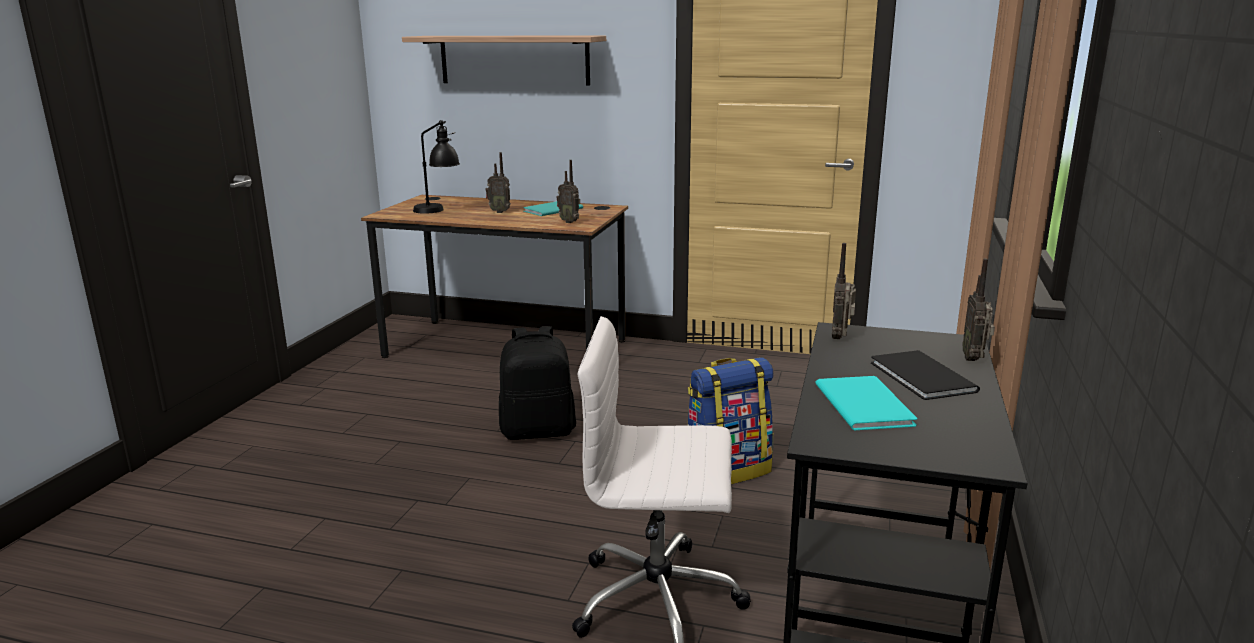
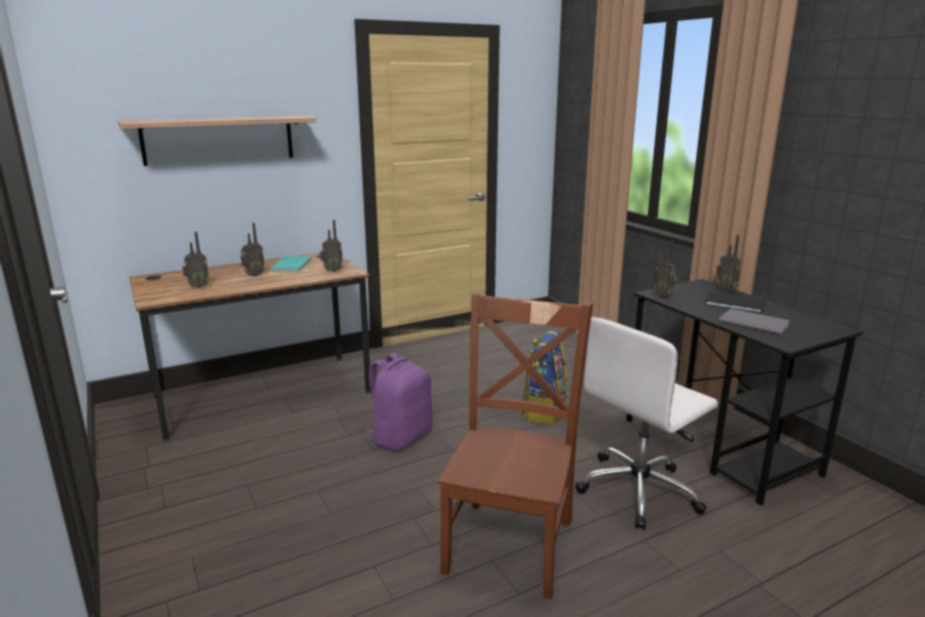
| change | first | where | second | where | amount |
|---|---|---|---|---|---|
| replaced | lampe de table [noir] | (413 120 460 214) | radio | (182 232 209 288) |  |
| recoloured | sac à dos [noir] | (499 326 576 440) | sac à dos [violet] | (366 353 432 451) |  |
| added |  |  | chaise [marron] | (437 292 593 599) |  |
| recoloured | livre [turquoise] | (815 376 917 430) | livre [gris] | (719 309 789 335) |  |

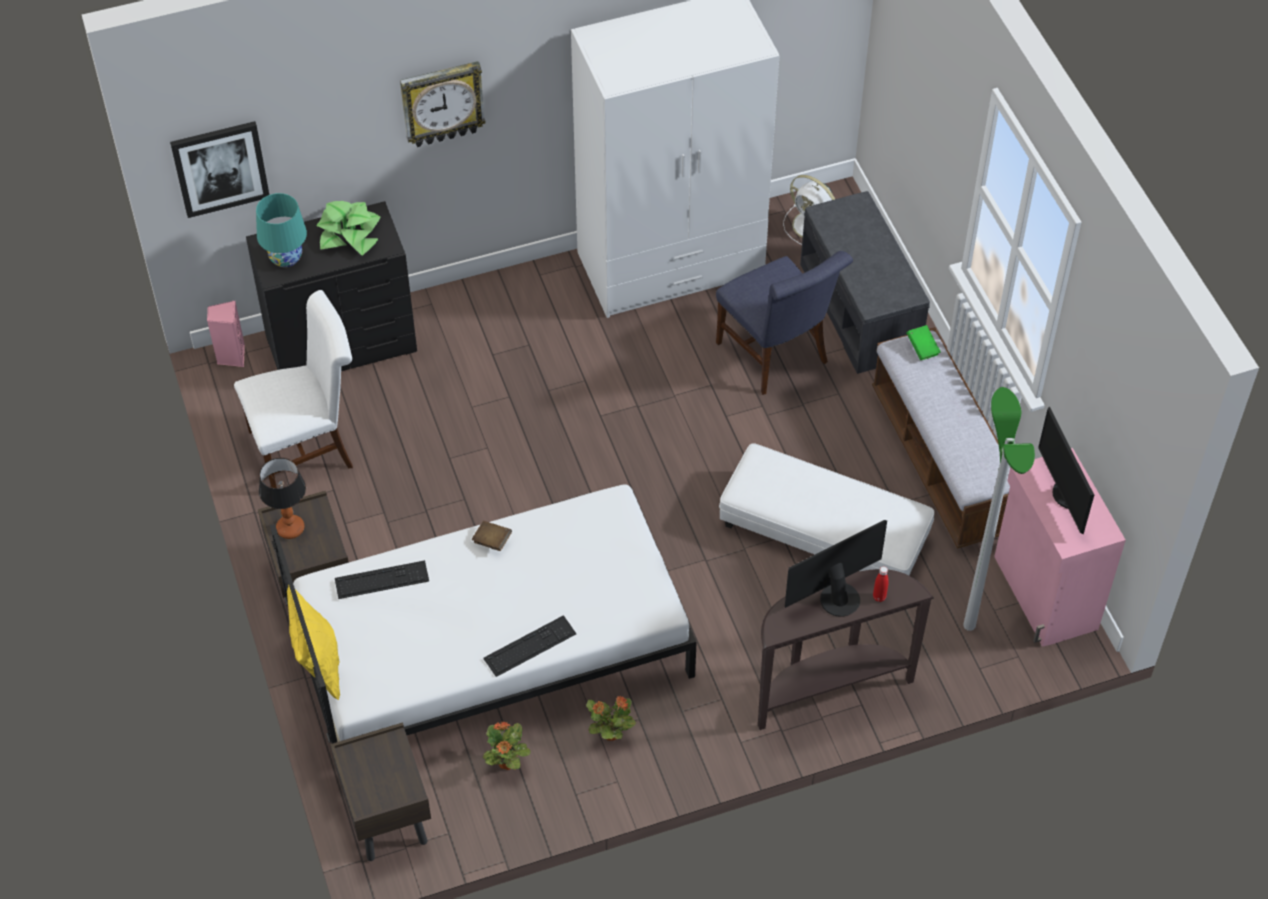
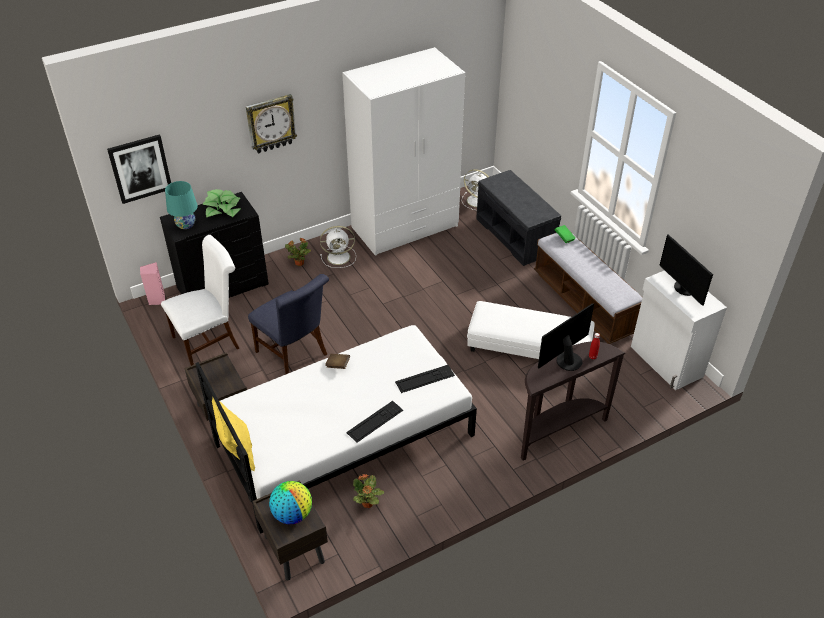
| change | first | where | second | where | amount |
|---|---|---|---|---|---|
| moved | chaise [bleu] | (716 251 853 395) |  | (248 274 329 375) |  |
| added |  |  | globe | (269 481 312 524) |  |
| moved | plante en pot | (586 696 636 741) |  | (285 238 311 266) |  |
| added |  |  | ventilateur [blanc] | (320 226 356 268) |  |
| moved | clavier | (335 560 429 599) |  | (395 365 455 393) |  |
| recoloured | meuble de rangement [rose] | (994 448 1126 647) | meuble de rangement [blanc] | (631 270 727 390) |  |
| removed | lampe de table | (259 458 306 539) |  |  |  |
| removed | lampadaire | (963 387 1035 631) |  |  |  |

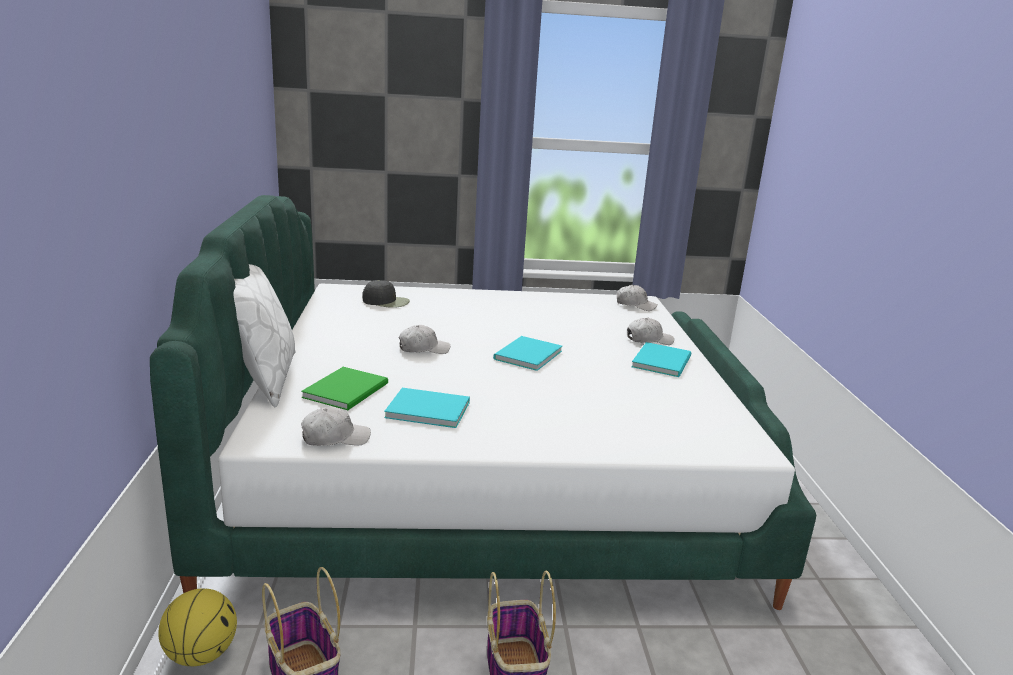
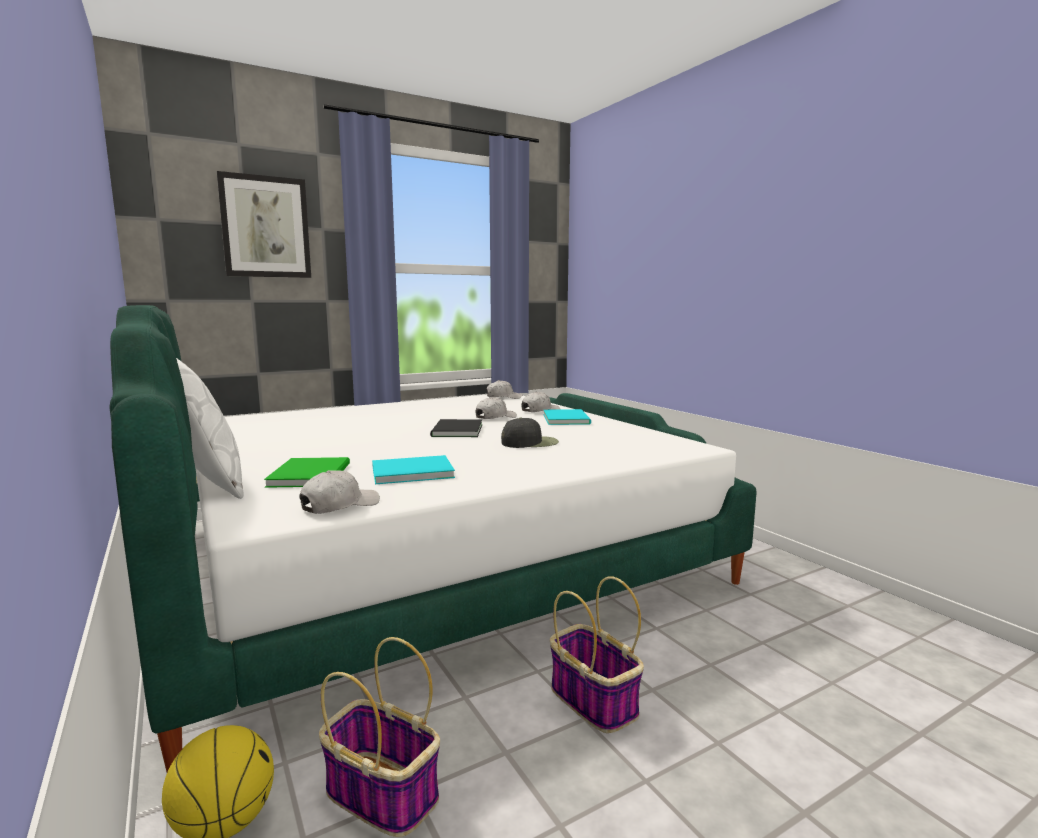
| change | first | where | second | where | amount |
|---|---|---|---|---|---|
| added |  |  | tableau | (217 171 311 278) |  |
| recoloured | livre [turquoise] | (493 336 562 371) | livre [noir] | (430 419 482 437) |  |
| moved | casquette [blanc] | (399 325 450 354) |  | (475 397 517 419) |  |
| moved | casquette [noir] | (362 280 410 308) |  | (501 418 559 448) |  |

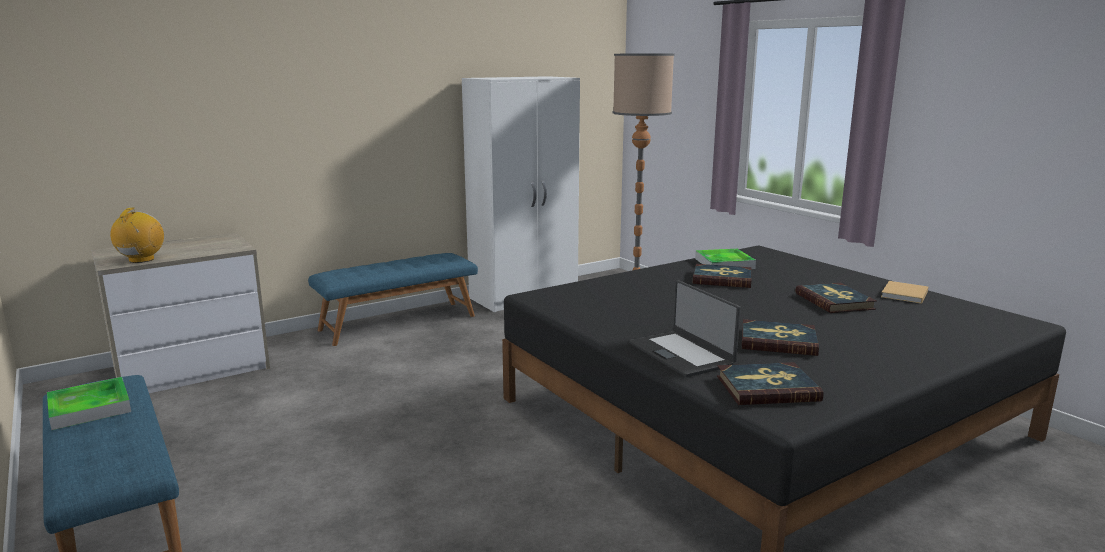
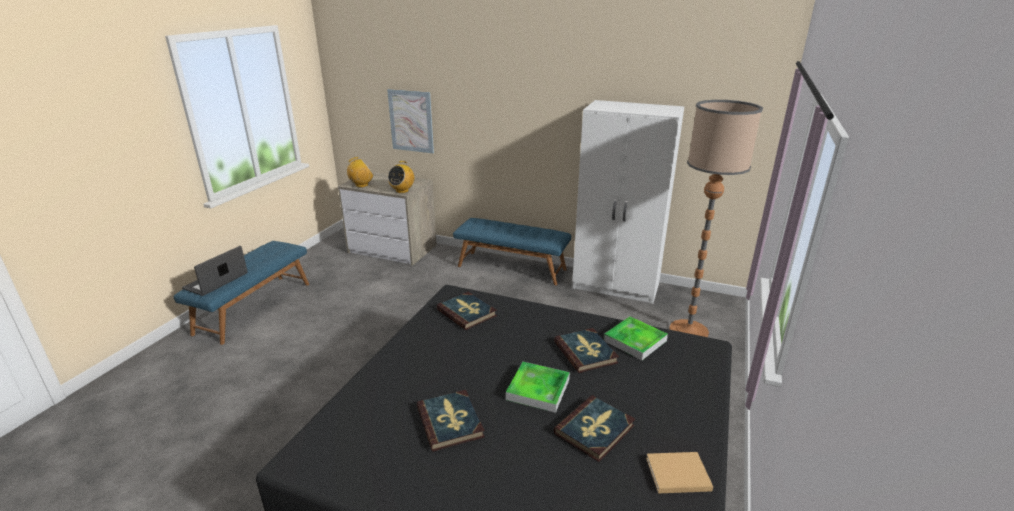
| change | first | where | second | where | amount |
|---|---|---|---|---|---|
| moved | ordinateur portable | (629 280 741 377) |  | (182 246 248 296) |  |
| added |  |  | tableau | (387 89 434 153) |  |
| added |  |  | radio | (388 161 414 193) |  |
| moved | livre | (717 362 823 405) |  | (437 292 497 330) |  |
| moved | plateau | (47 377 131 430) |  | (506 362 570 413) |  |

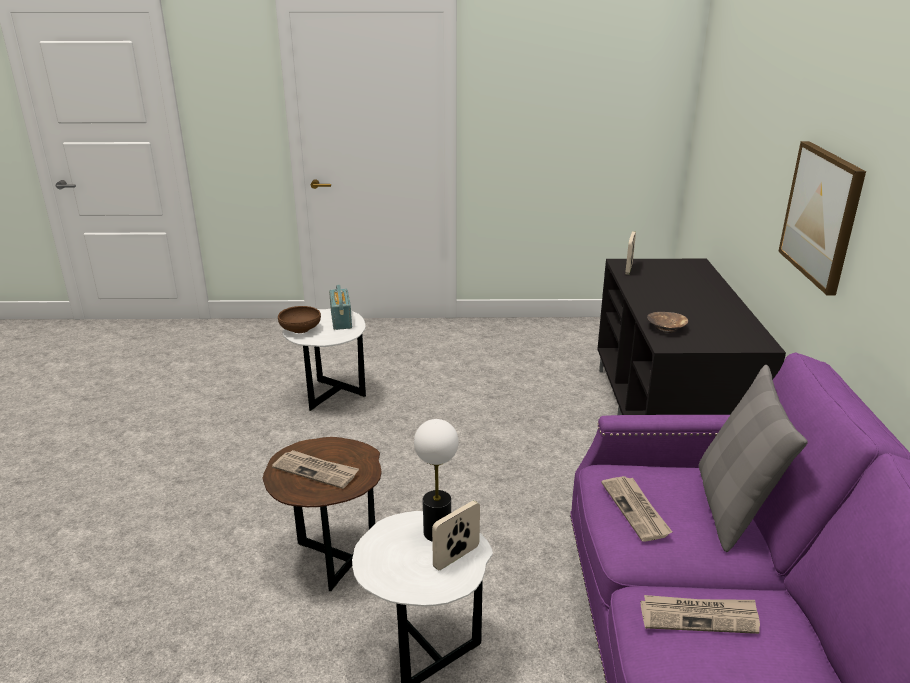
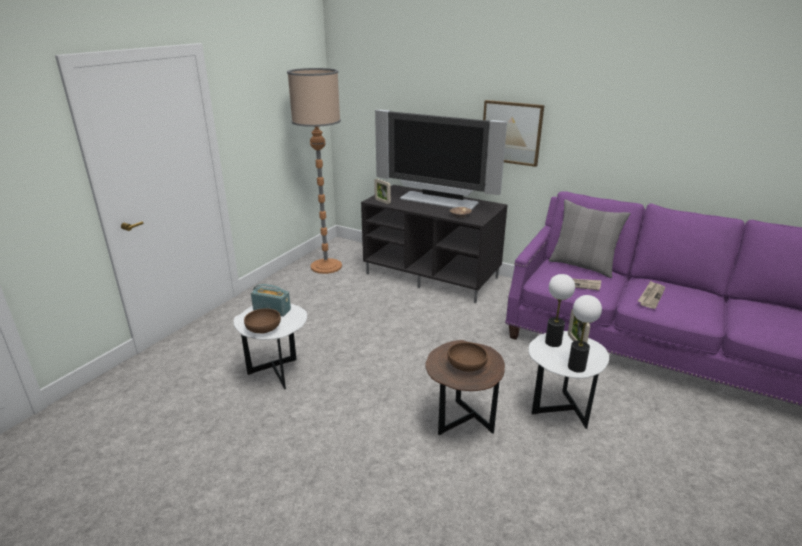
| change | first | where | second | where | amount |
|---|---|---|---|---|---|
| added |  |  | lampadaire | (287 68 342 274) |  |
| added |  |  | téléviseur | (375 110 507 210) |  |
| replaced | journal | (272 450 359 489) | bol [marron] | (448 342 488 372) |  |
| added |  |  | lampe de table | (568 295 602 373) |  |

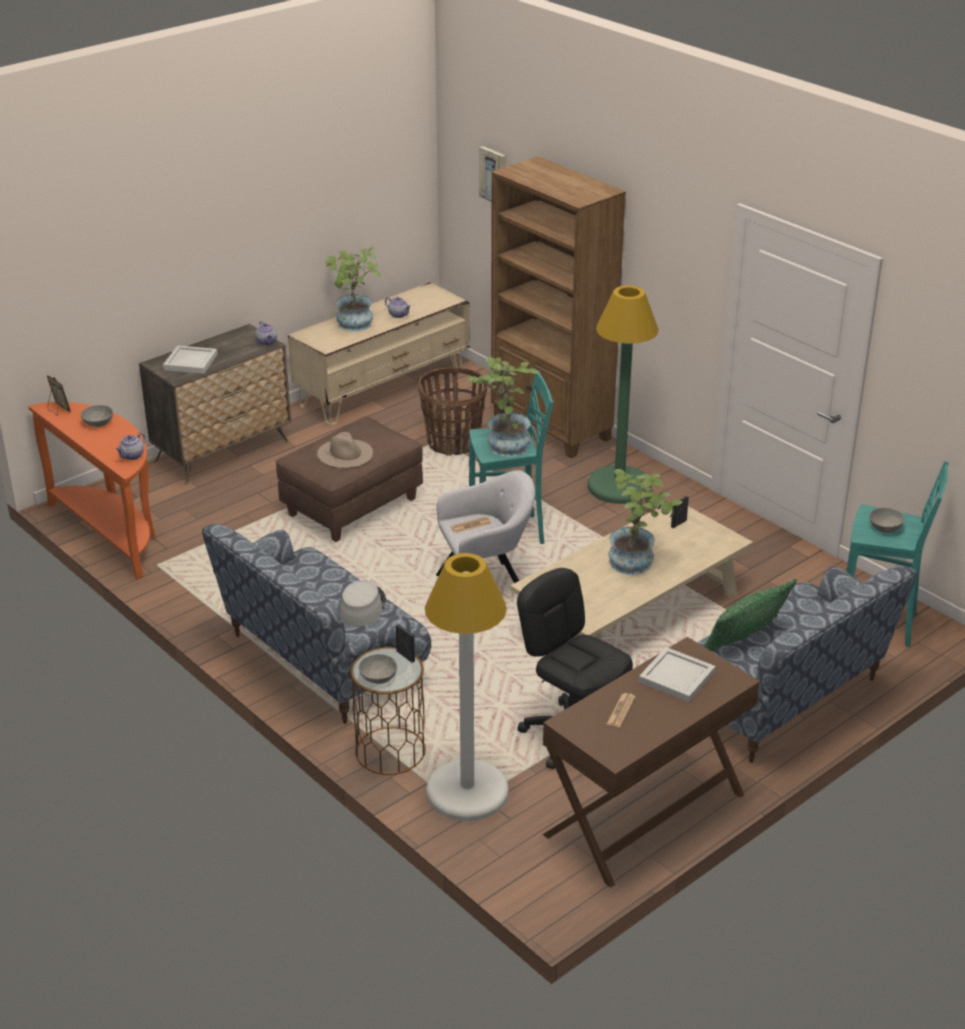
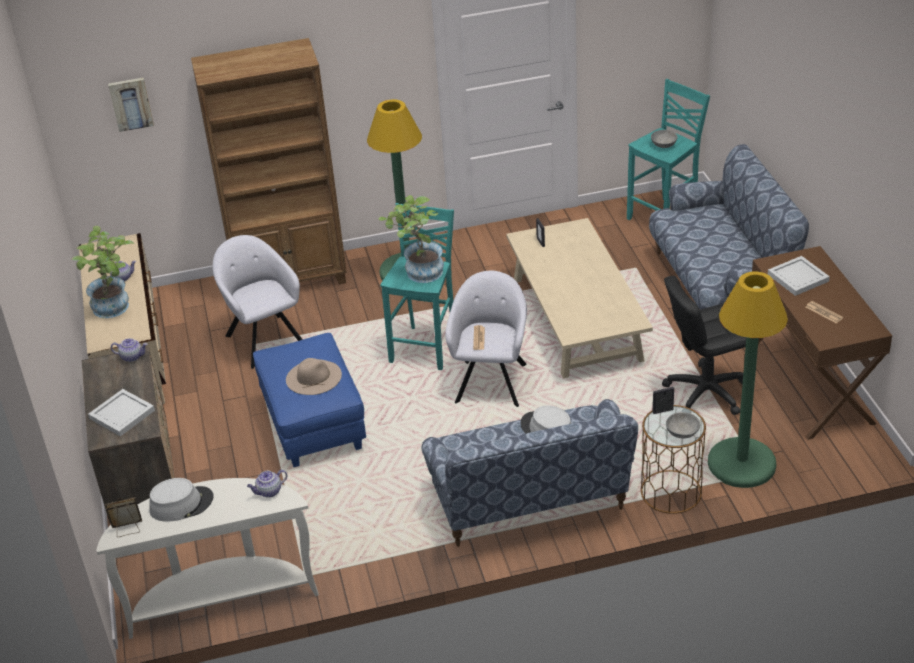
| change | first | where | second | where | amount |
|---|---|---|---|---|---|
| recoloured | table console [orange] | (28 402 156 579) | table console [blanc] | (97 478 319 639) |  |
| replaced | bol [gris] | (81 405 113 427) | chapeau [gris] | (149 478 214 522) |  |
| replaced | panier | (418 368 487 456) | fauteuil [gris] | (213 235 303 369) |  |
| turned | théière | (116 433 146 460) |  | (247 470 288 498) | 90 degrees clockwise |
| recoloured | pouf [marron] | (276 417 423 542) | pouf [bleu] | (253 333 366 467) |  |
| recoloured | lampadaire [blanc] | (425 553 509 821) | lampadaire [vert] | (708 271 788 488) |  |
| removed | plante en pot | (608 469 683 575) |  |  |  |
| removed | coussin [vert] | (704 579 797 651) |  |  |  |

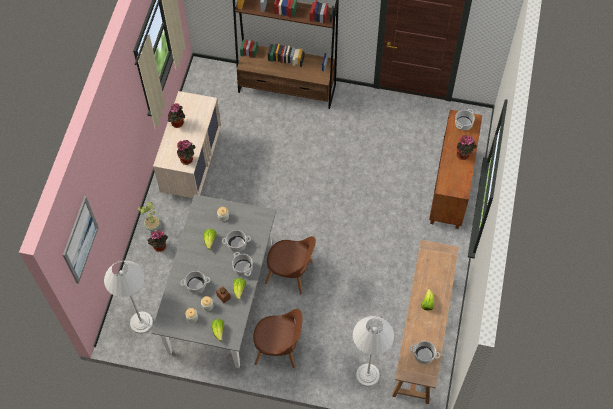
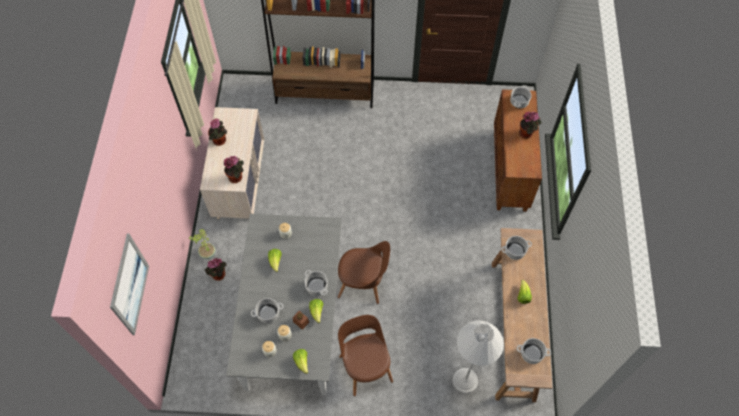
| change | first | where | second | where | amount |
|---|---|---|---|---|---|
| turned | chaise [marron] | (253 309 303 368) |  | (338 315 393 396) | 105 degrees counterclockwise |
| moved | marmite | (222 230 251 252) |  | (501 236 532 260) |  |
| removed | lampadaire [blanc] | (104 261 153 333) |  |  |  |

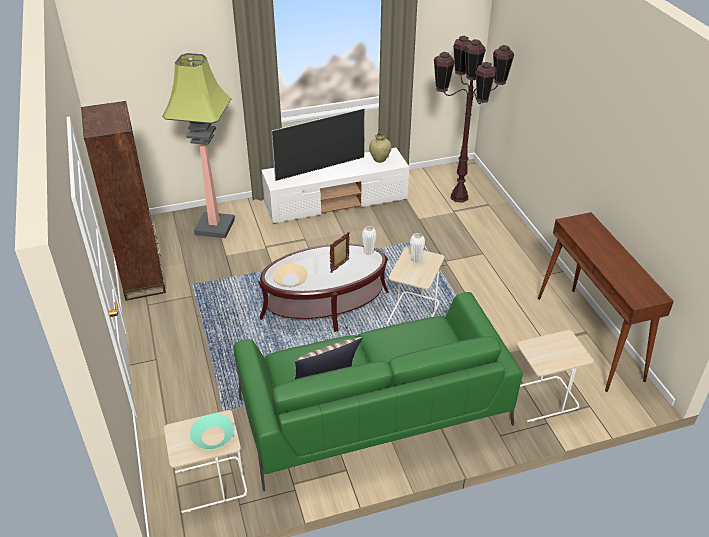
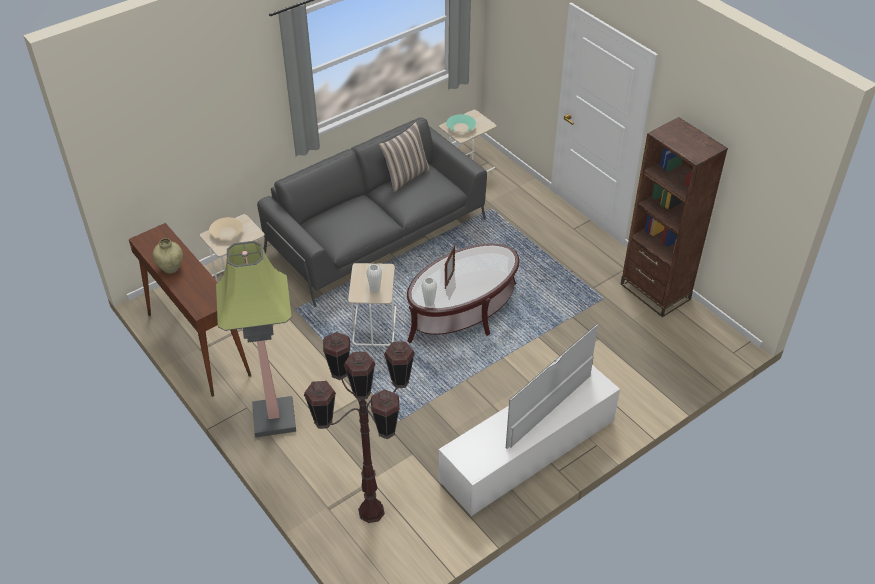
| change | first | where | second | where | amount |
|---|---|---|---|---|---|
| moved | vase [beige] | (369 133 392 163) |  | (153 238 183 274) |  |
| moved | bol [beige] | (273 264 308 286) |  | (209 217 243 239) |  |
| moved | lampadaire | (162 53 235 238) |  | (216 241 296 437) |  |
| recoloured | canapé [vert] | (234 292 523 491) | canapé [gris] | (257 117 487 307) |  |

